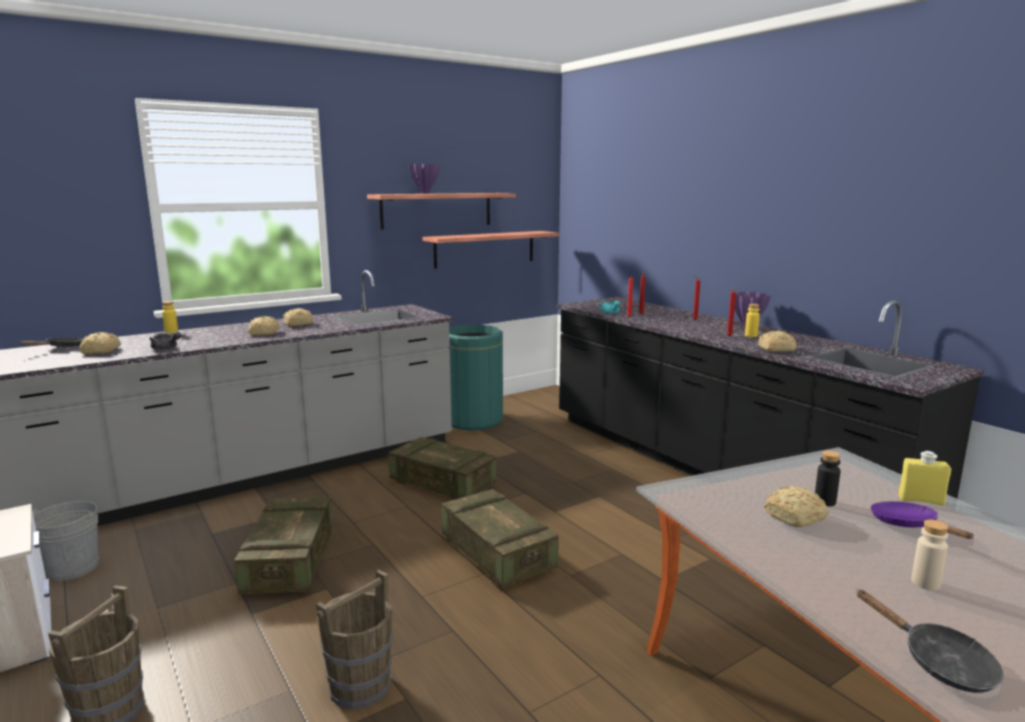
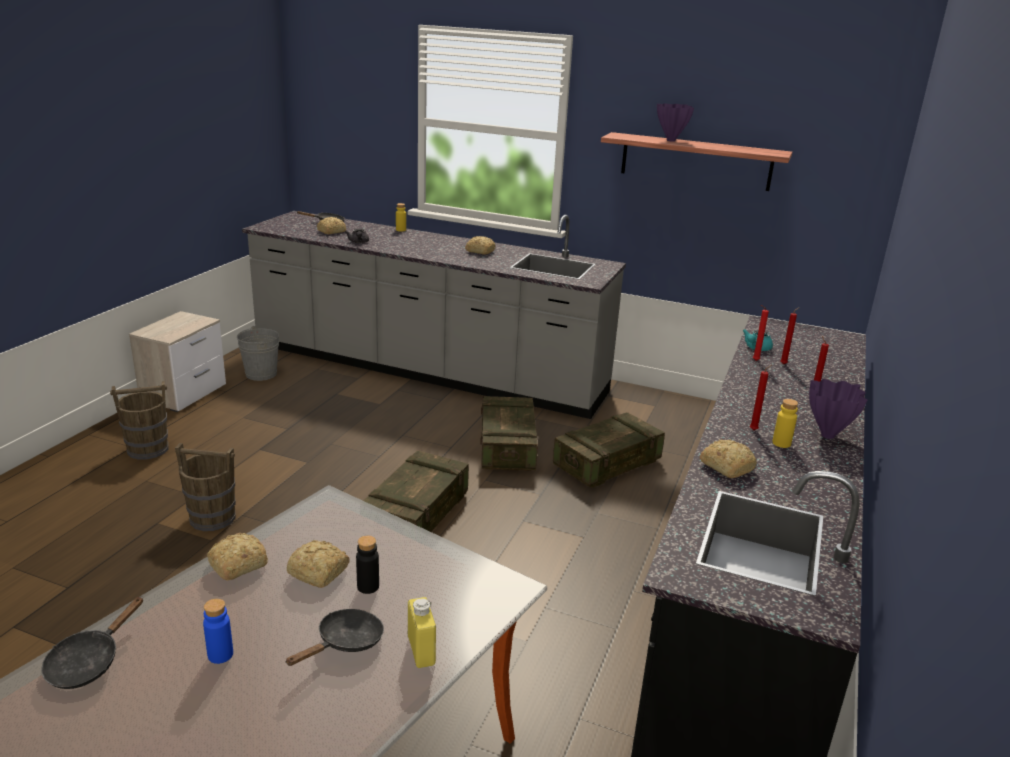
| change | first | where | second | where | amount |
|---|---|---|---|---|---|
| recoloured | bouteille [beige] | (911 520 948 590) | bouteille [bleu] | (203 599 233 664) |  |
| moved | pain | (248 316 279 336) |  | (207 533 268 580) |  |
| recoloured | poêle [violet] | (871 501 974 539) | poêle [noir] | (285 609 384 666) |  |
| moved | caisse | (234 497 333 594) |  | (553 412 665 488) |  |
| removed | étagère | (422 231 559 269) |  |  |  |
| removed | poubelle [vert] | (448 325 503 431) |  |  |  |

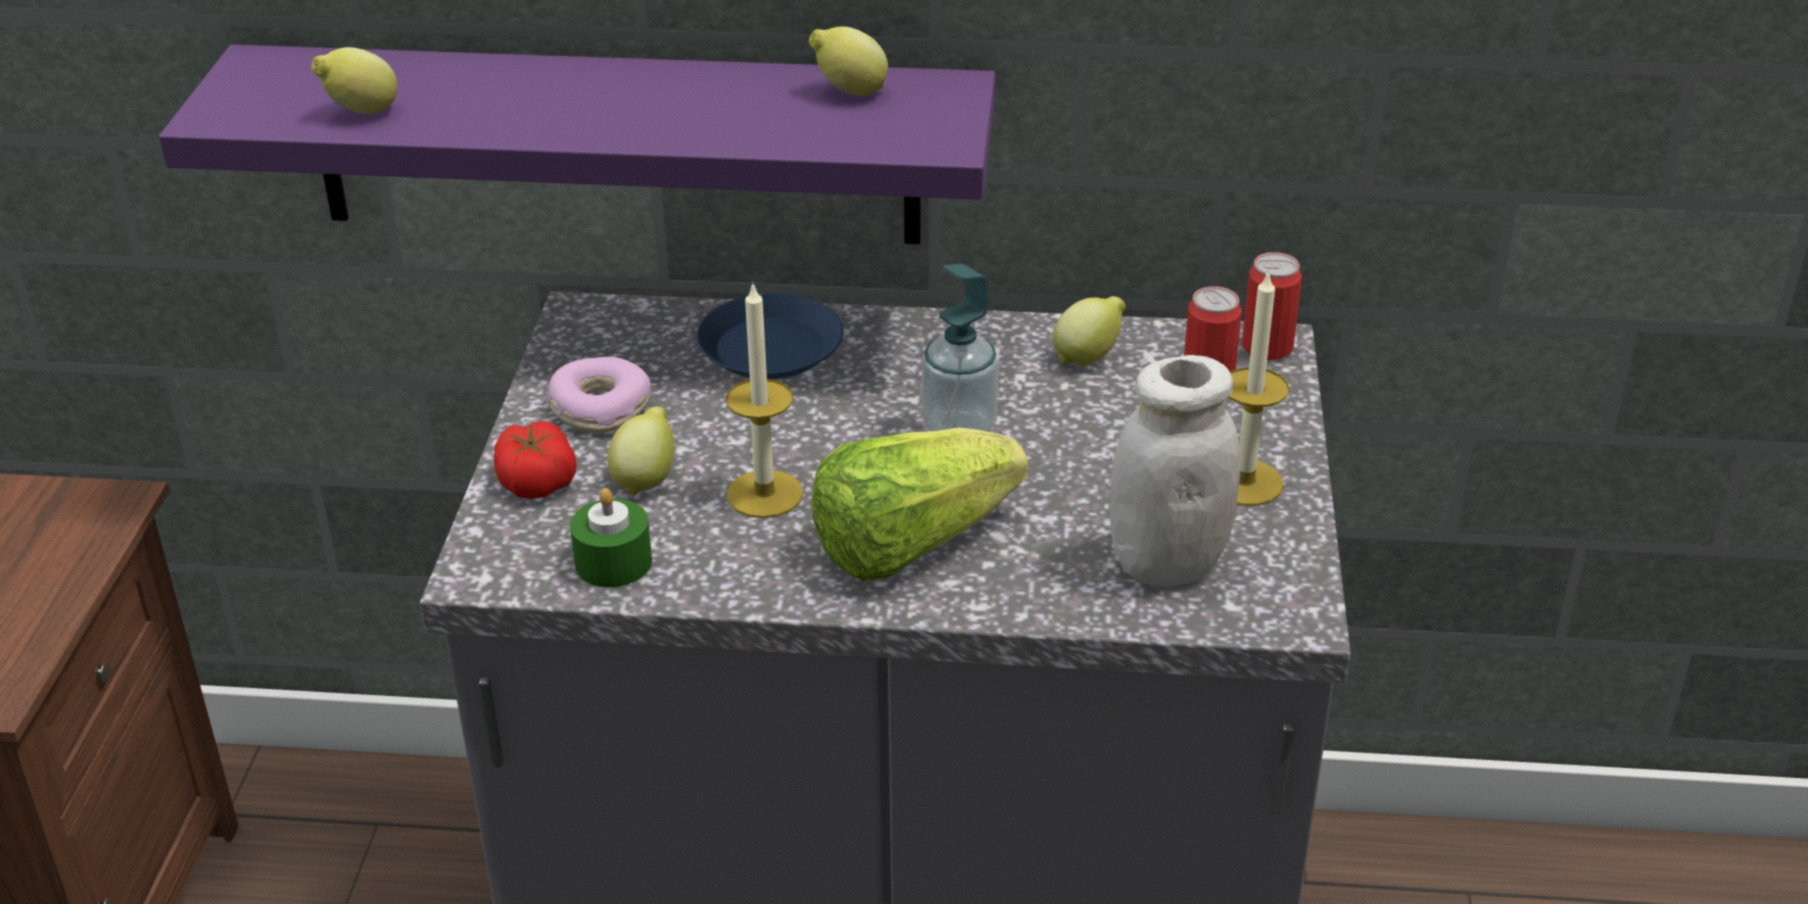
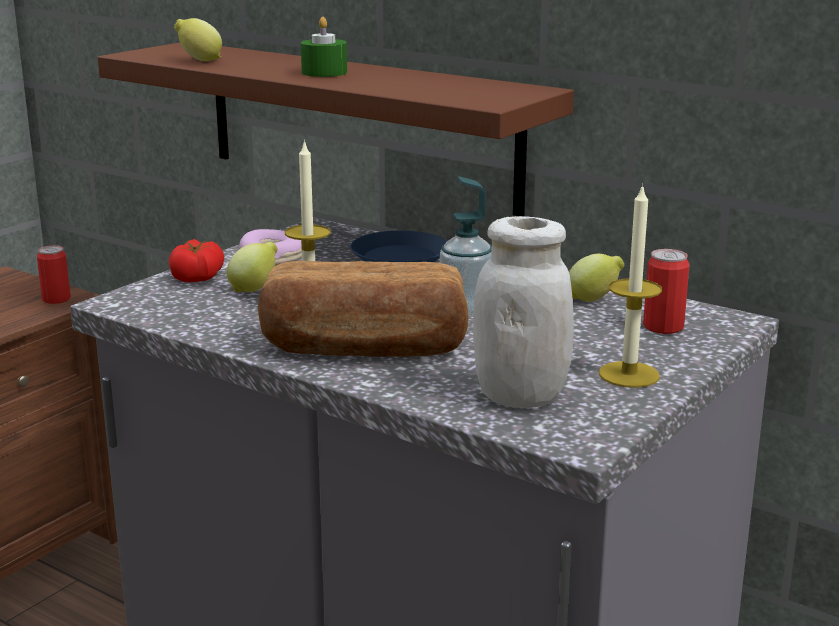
| change | first | where | second | where | amount |
|---|---|---|---|---|---|
| moved | boîte métallique | (1242 252 1302 360) |  | (37 245 71 304) |  |
| recoloured | étagère [violet] | (159 45 996 244) | étagère [marron] | (98 42 574 216) |  |
| replaced | laitue | (811 427 1028 581) | pain | (258 261 469 357) |  |
| moved | bougie [vert] | (570 488 652 587) |  | (301 17 347 77) |  |
| removed | citron | (809 26 888 96) |  |  |  |

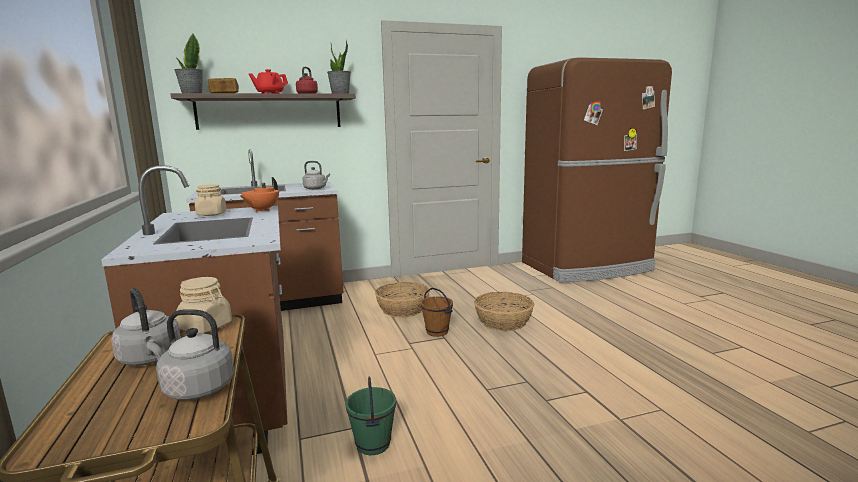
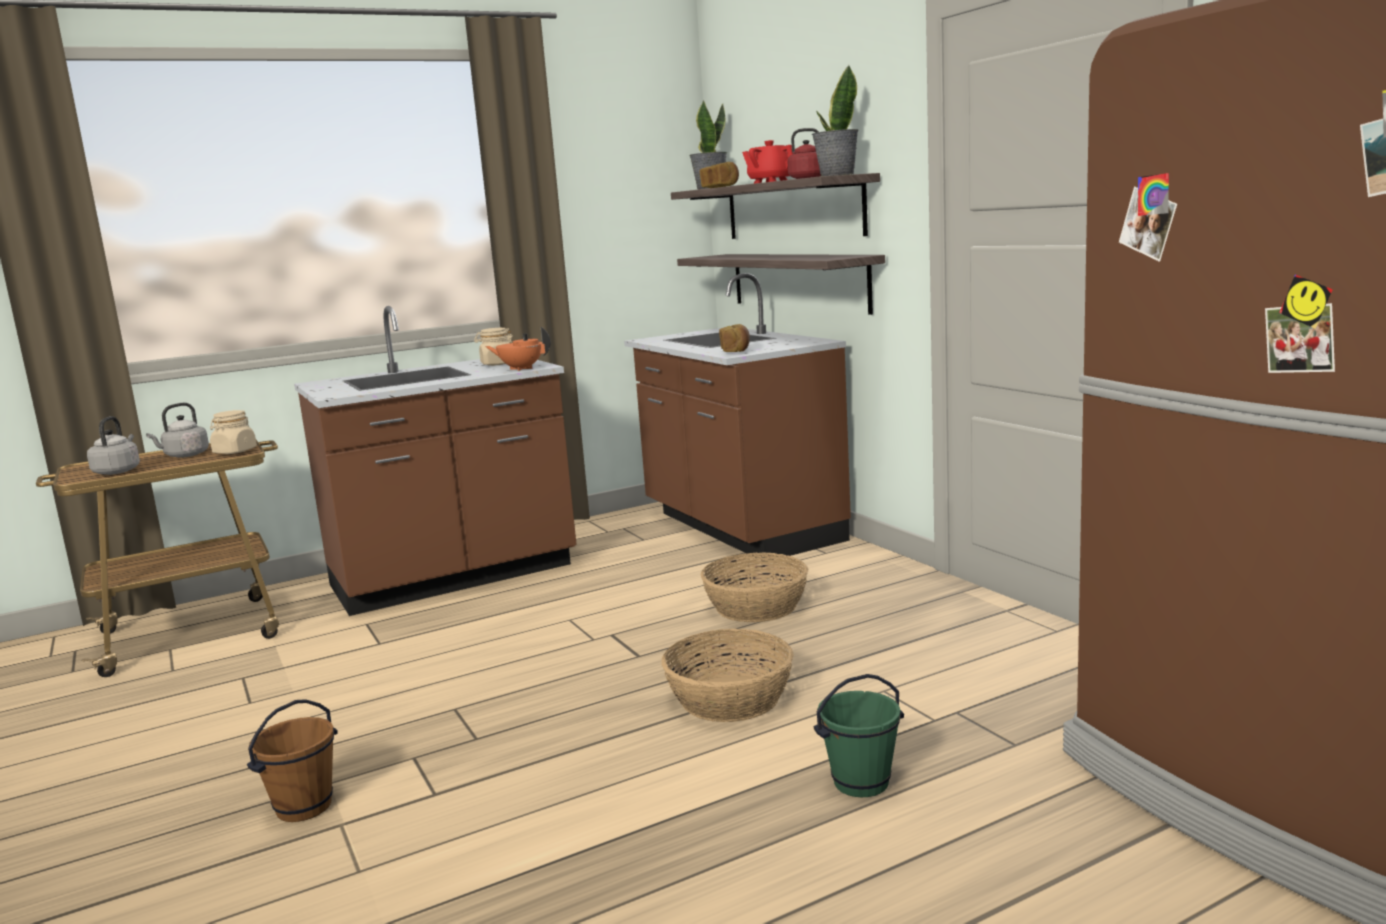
| change | first | where | second | where | amount |
|---|---|---|---|---|---|
| moved | seau [marron] | (421 288 453 337) |  | (247 699 338 822) |  |
| added |  |  | étagère | (677 254 885 315) |  |
| replaced | bouilloire [gris] | (302 161 330 190) | pain | (719 324 750 352) |  |
| moved | seau [vert] | (345 376 396 455) |  | (814 674 904 797) |  |

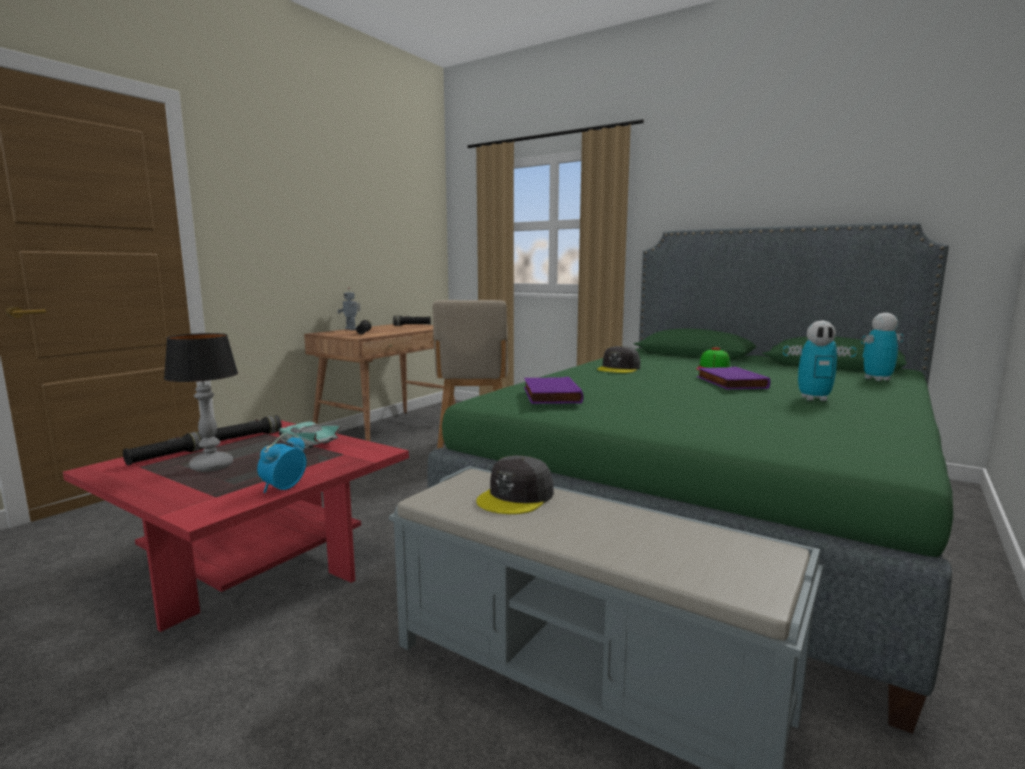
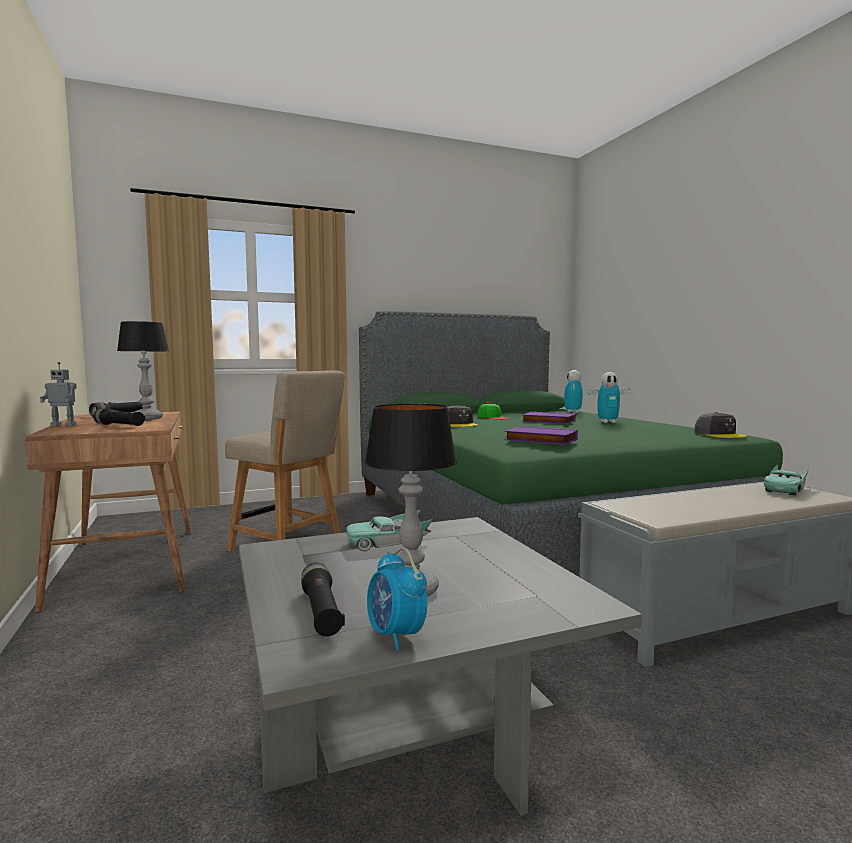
| change | first | where | second | where | amount |
|---|---|---|---|---|---|
| added |  |  | lampe de table | (117 321 169 420) |  |
| recoloured | table basse [rouge] | (63 420 409 632) | table basse [gris] | (239 517 642 816) |  |
| moved | réveil | (257 433 306 493) |  | (367 548 427 650) |  |
| turned | robot jouet | (783 320 856 401) |  | (588 372 631 423) | 45 degrees clockwise |
| moved | casquette [gris] | (477 455 554 514) |  | (694 412 747 438) |  |
| added |  |  | petite voiture [turquoise] | (764 464 809 496) |  |
| removed | lampe de poche [noir] | (214 415 282 441) |  |  |  |

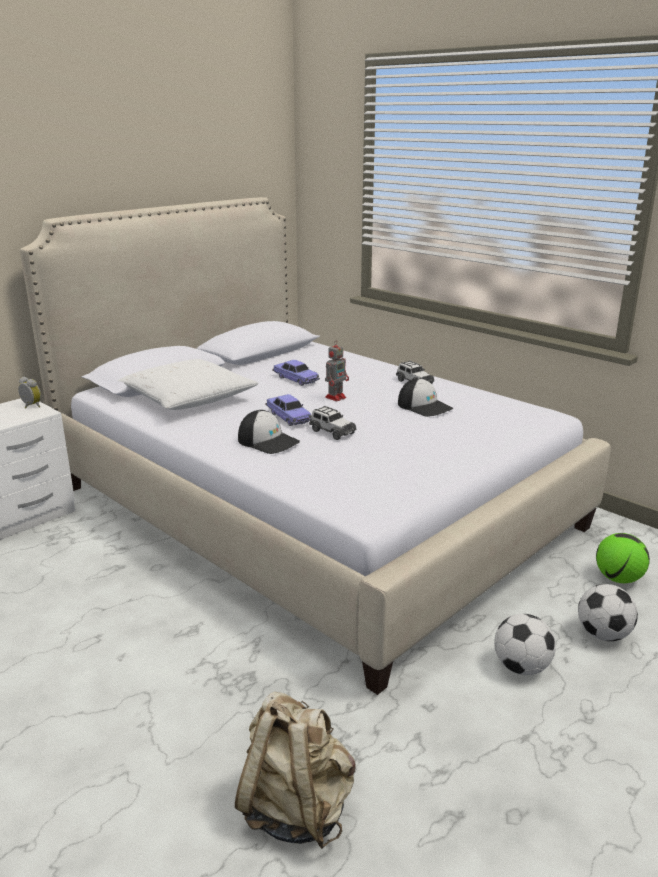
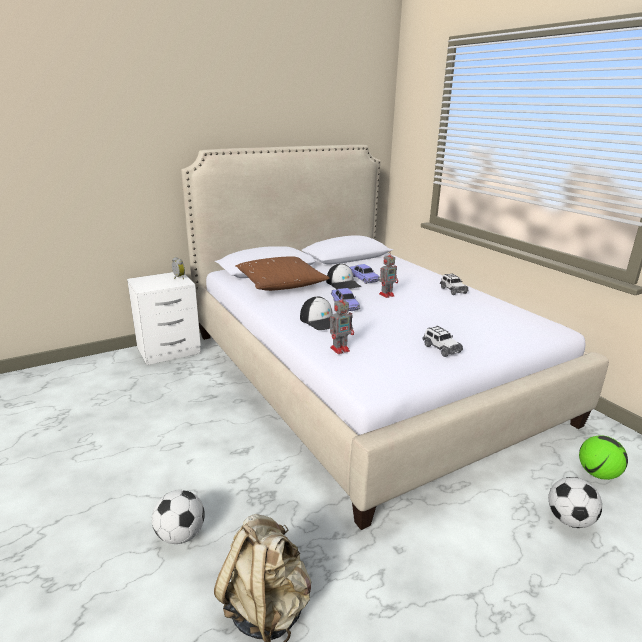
| change | first | where | second | where | amount |
|---|---|---|---|---|---|
| moved | ballon de foot | (494 614 556 675) |  | (152 490 205 544) |  |
| recoloured | coussin [blanc] | (118 359 258 410) | coussin [marron] | (235 256 330 291) |  |
| moved | casquette | (398 378 453 417) |  | (326 264 361 289) |  |
| added |  |  | robot jouet | (330 295 354 354) |  |
| moved | petite voiture | (309 406 357 440) |  | (422 325 463 357) |  |

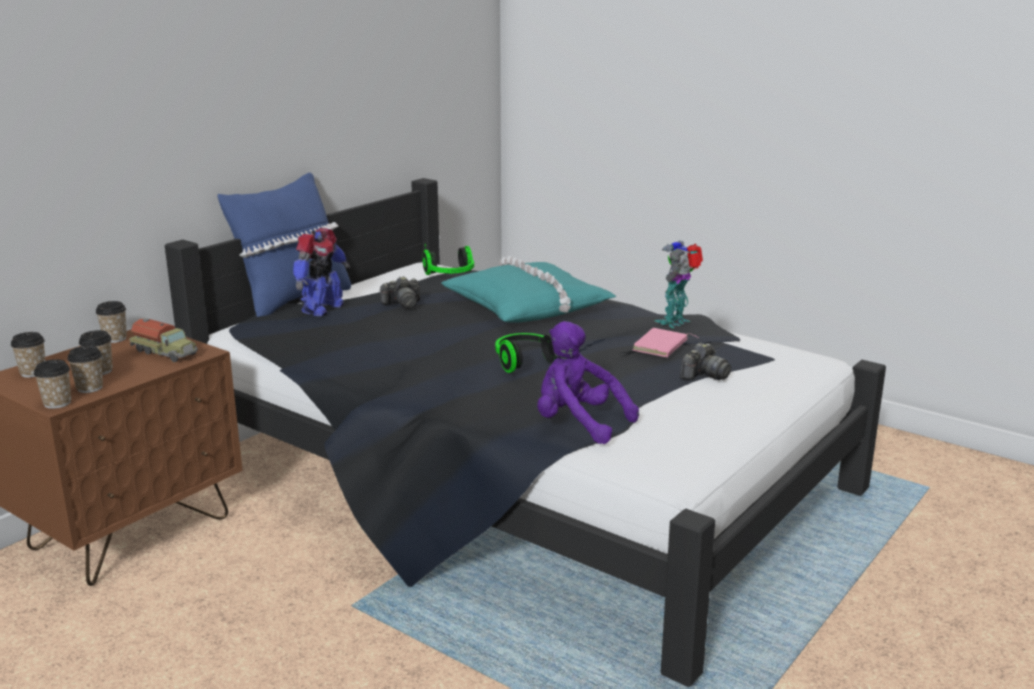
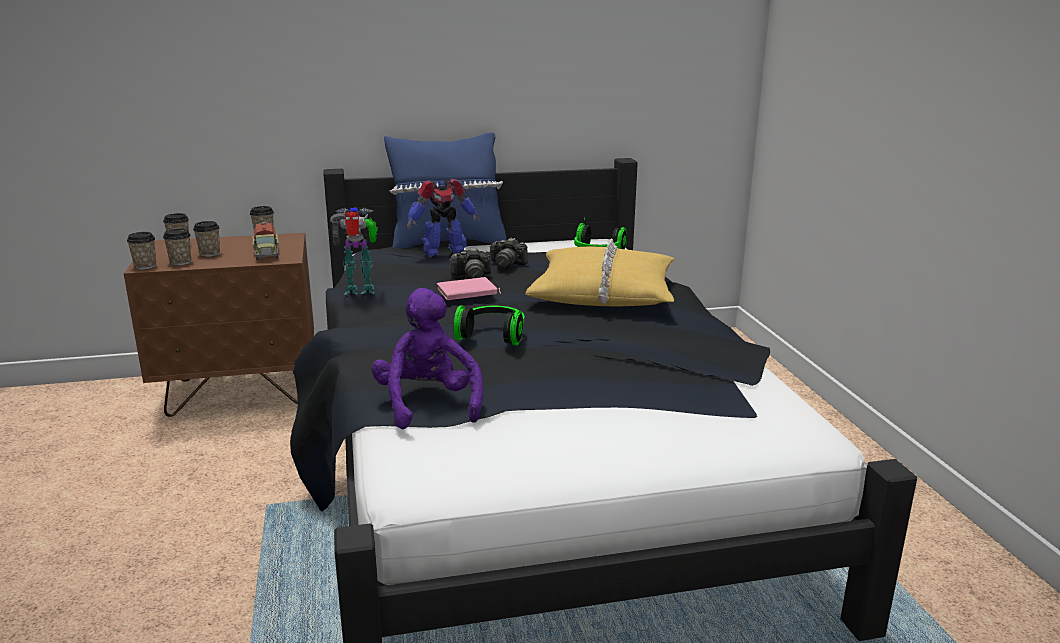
| change | first | where | second | where | amount |
|---|---|---|---|---|---|
| moved | robot jouet | (654 240 703 328) |  | (331 207 378 294) |  |
| moved | livre [rose] | (633 328 698 357) |  | (437 277 501 300) |  |
| moved | appareil photo | (680 343 731 380) |  | (449 247 491 279) |  |
| recoloured | coussin [turquoise] | (442 256 616 323) | coussin [jaune] | (525 238 675 306) |  |

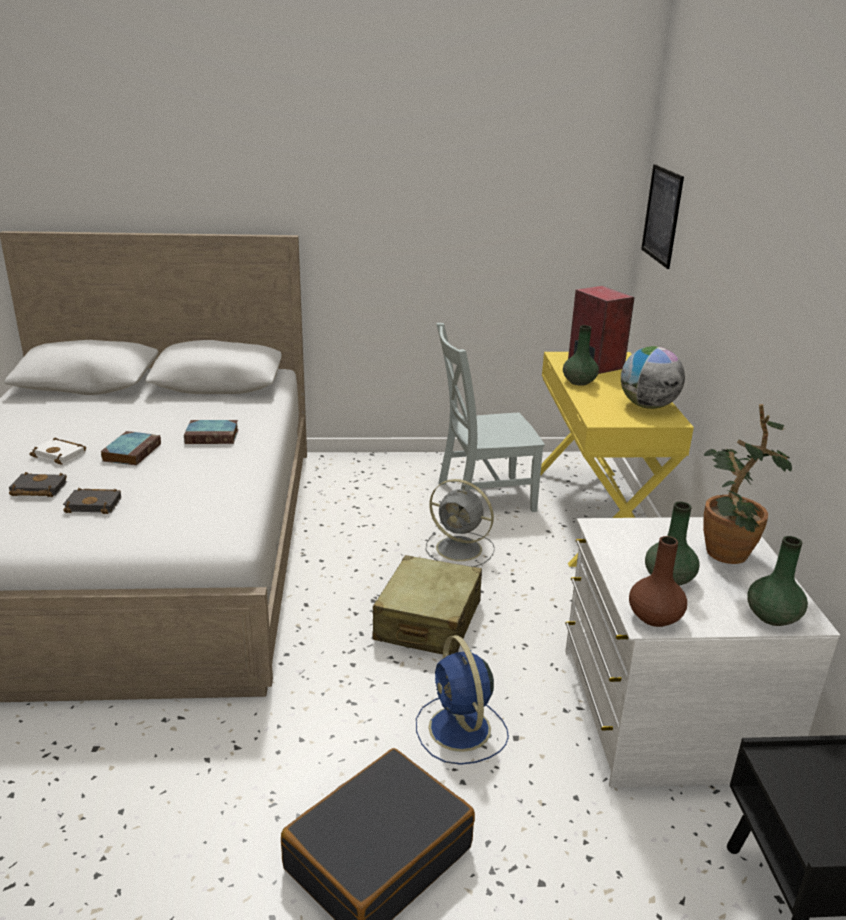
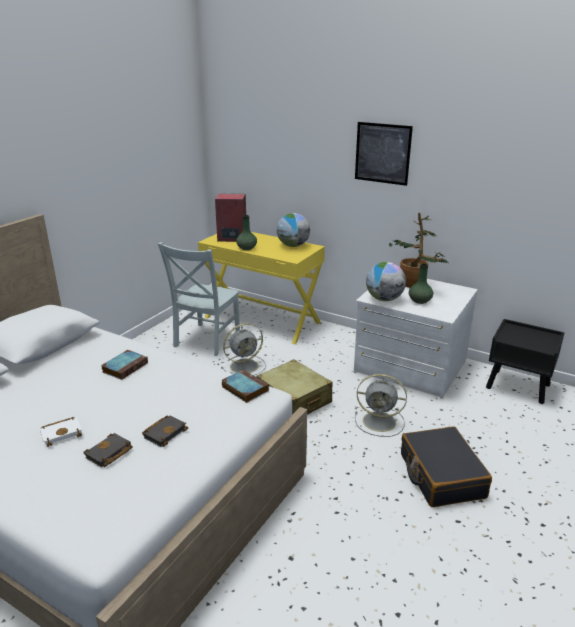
| change | first | where | second | where | amount |
|---|---|---|---|---|---|
| moved | livre | (100 431 161 465) |  | (222 370 269 403) |  |
| moved | tableau | (641 164 684 269) |  | (355 122 413 186) |  |
| recoloured | ventilateur [bleu] | (416 635 509 765) | ventilateur [gris] | (355 374 407 437) |  |
| added |  |  | globe | (366 262 406 301) |  |
| removed | vase [marron] | (629 536 687 627) |  |  |  |
| removed | vase [vert] | (747 536 808 626) |  |  |  |

